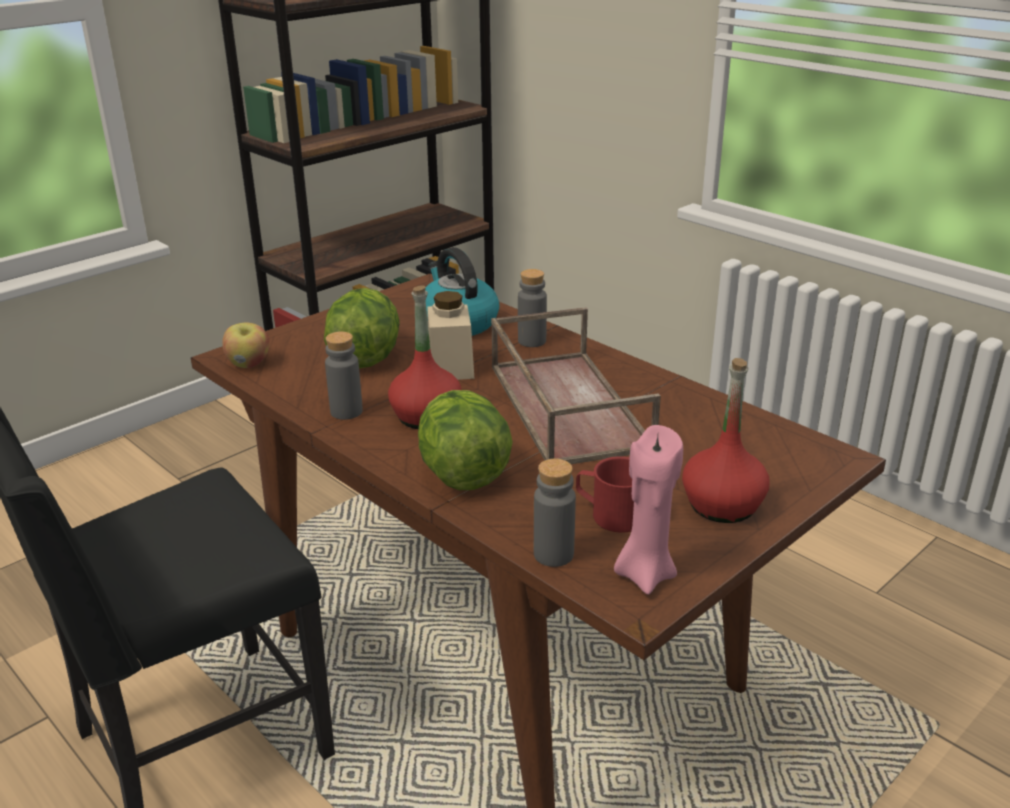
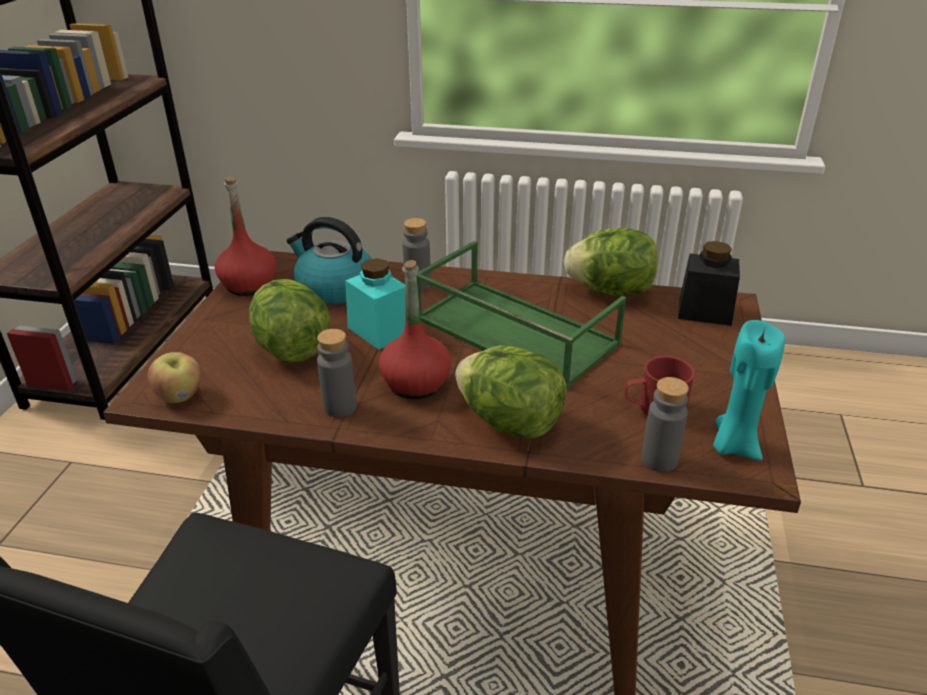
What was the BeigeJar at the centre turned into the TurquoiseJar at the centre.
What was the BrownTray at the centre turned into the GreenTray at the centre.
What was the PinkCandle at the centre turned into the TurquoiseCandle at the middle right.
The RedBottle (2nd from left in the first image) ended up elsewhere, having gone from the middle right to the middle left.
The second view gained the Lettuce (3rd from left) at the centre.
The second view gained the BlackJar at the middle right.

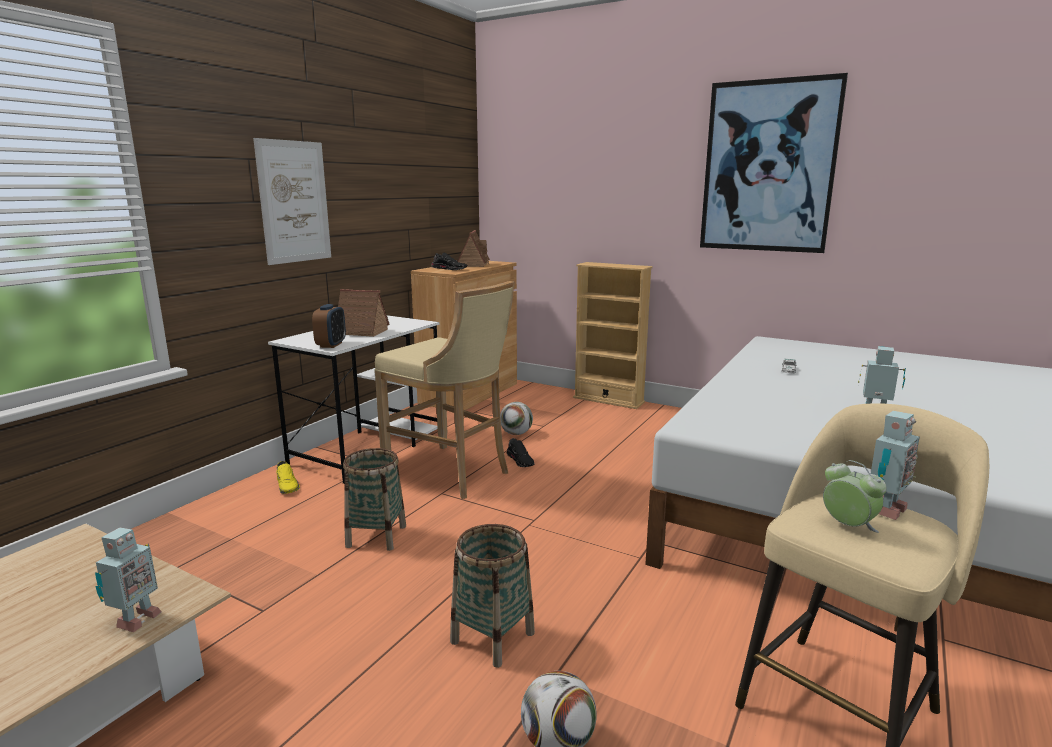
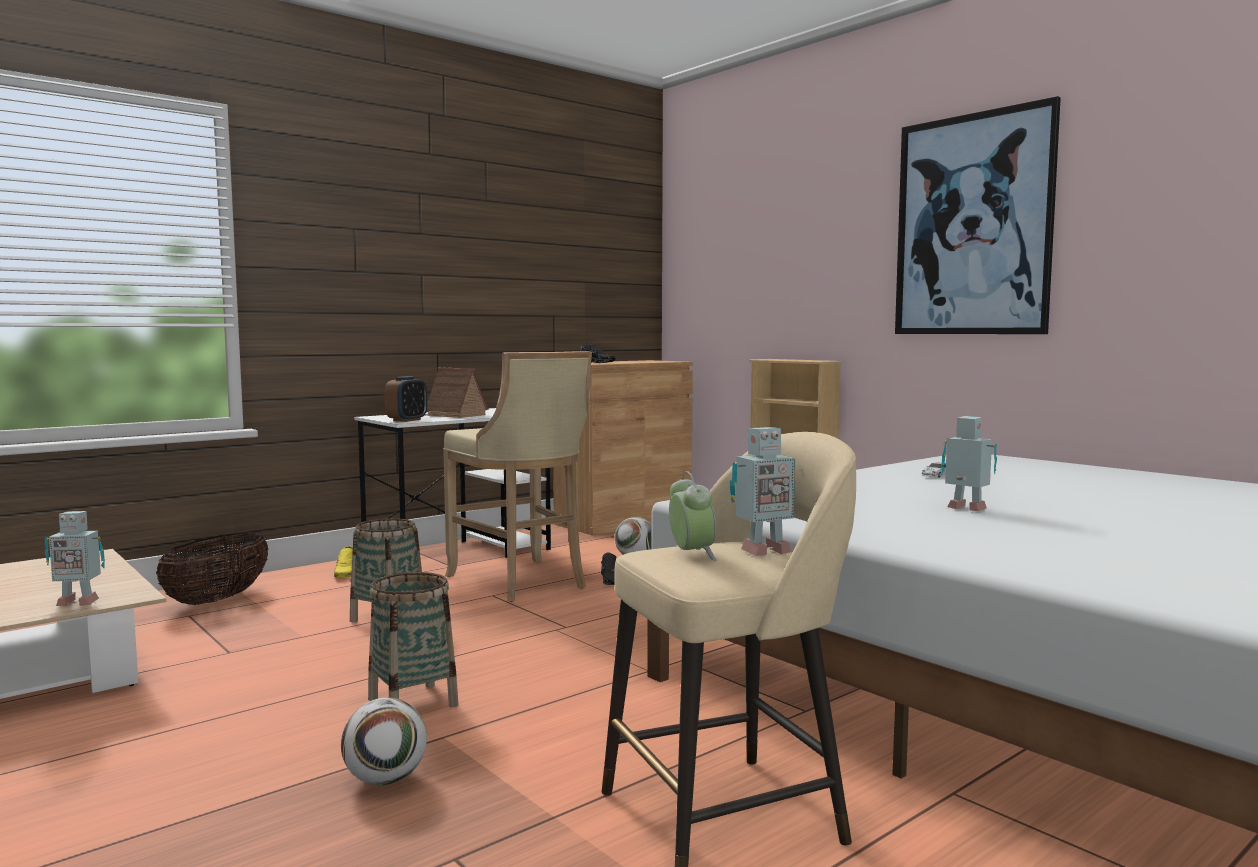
The ToyRobot (1st from left) at the bottom left ended up facing another way, 45 degrees clockwise from before.
The second view lost the Picture (1st from left) at the top left.
The second view lost the ToyHouse (2nd from left) at the top centre.
The second view gained the Basket (1st from left) at the middle left.

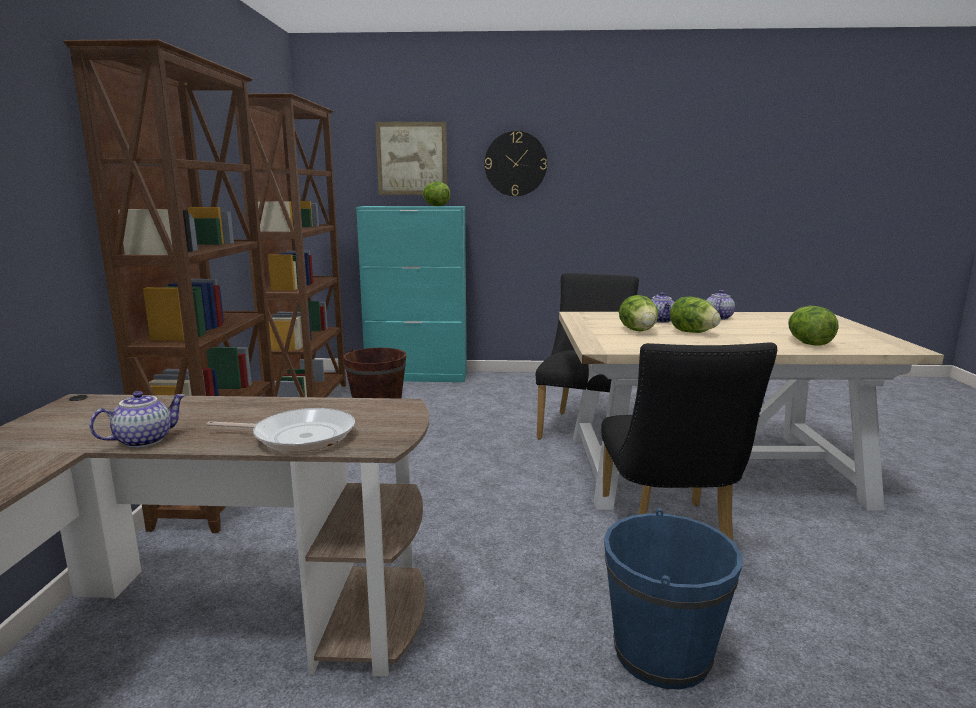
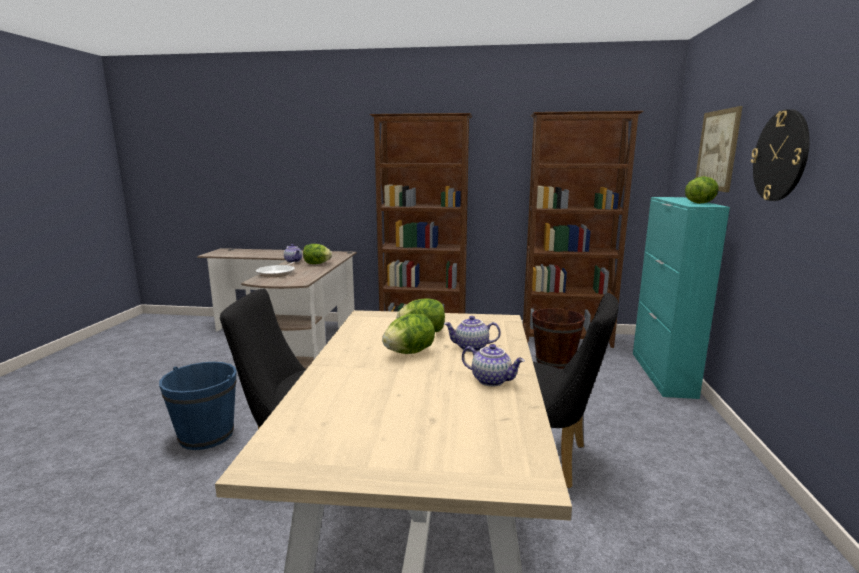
The Lettuce (4th from left in the first image) ended up elsewhere, having gone from the middle right to the centre.

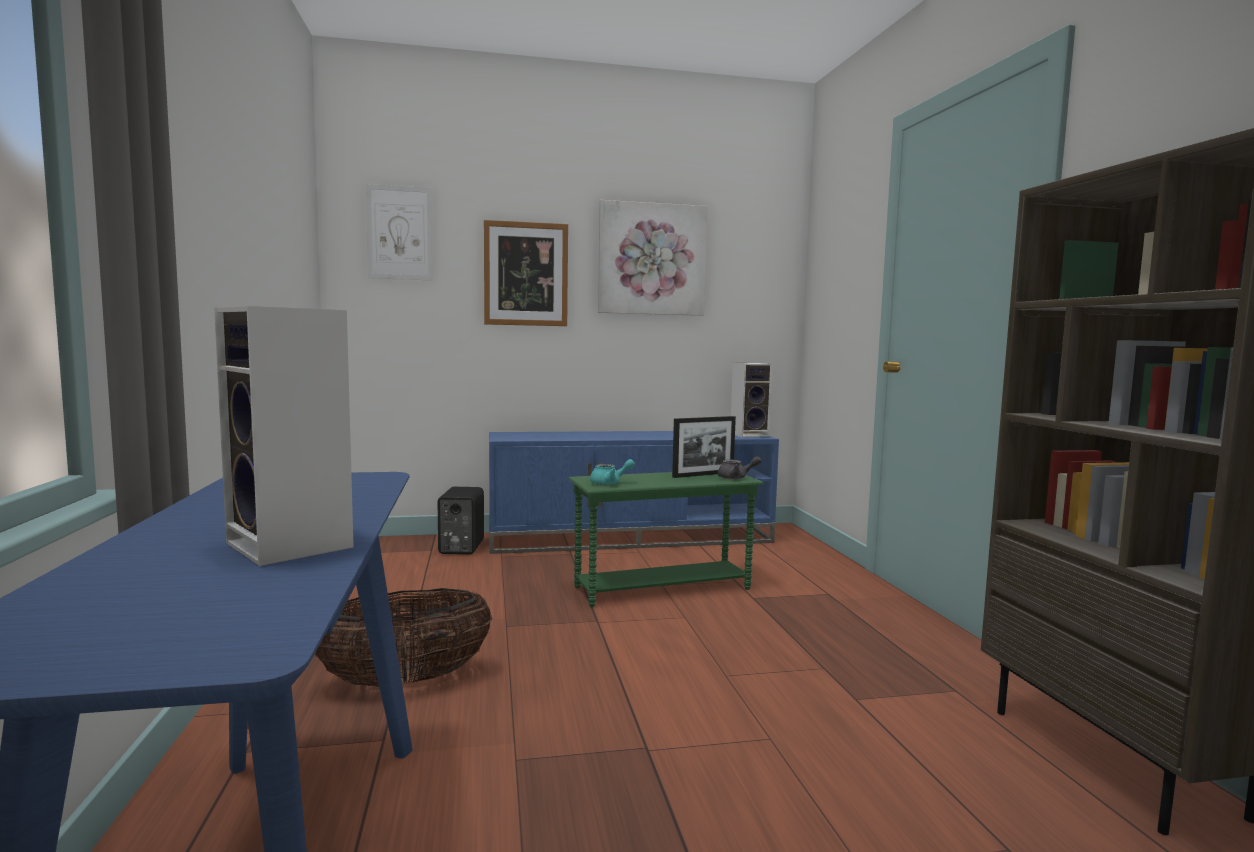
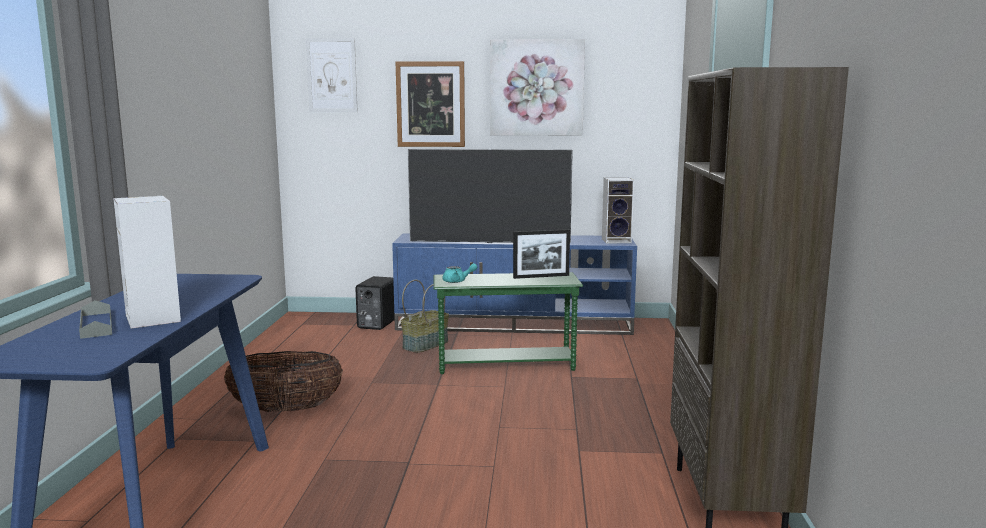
The second view lost the GreyTeapot at the centre.
The second view gained the GreyTray at the middle left.
The second view gained the Basket (2nd from left) at the centre.
The second view gained the Television at the centre.

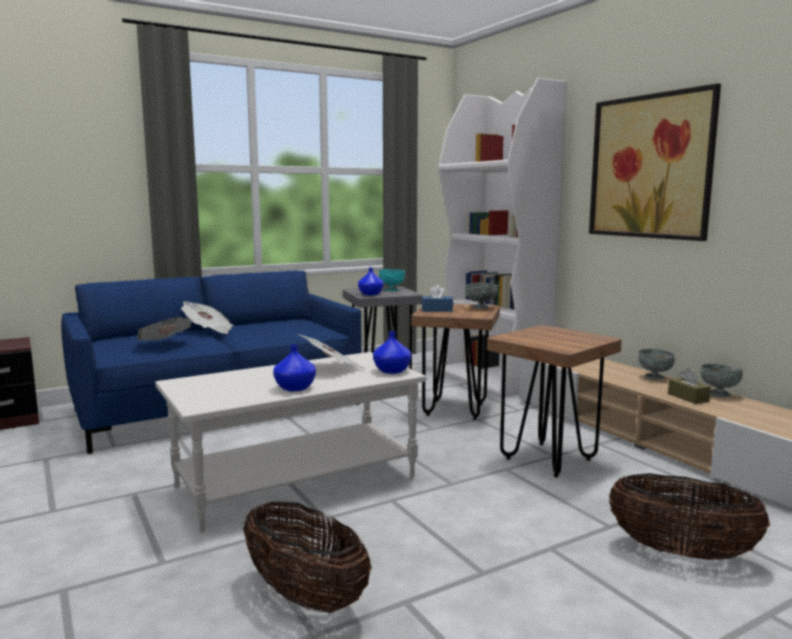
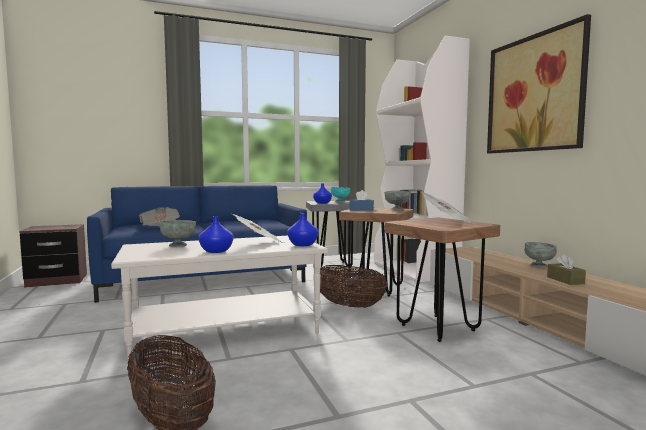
The Newspaper (2nd from left in the first image) ended up elsewhere, having gone from the middle left to the middle right.
The Basket (2nd from left) ended up elsewhere, having gone from the bottom right to the centre.
The GreyBowl (3rd from left in the first image) ended up elsewhere, having gone from the middle right to the middle left.

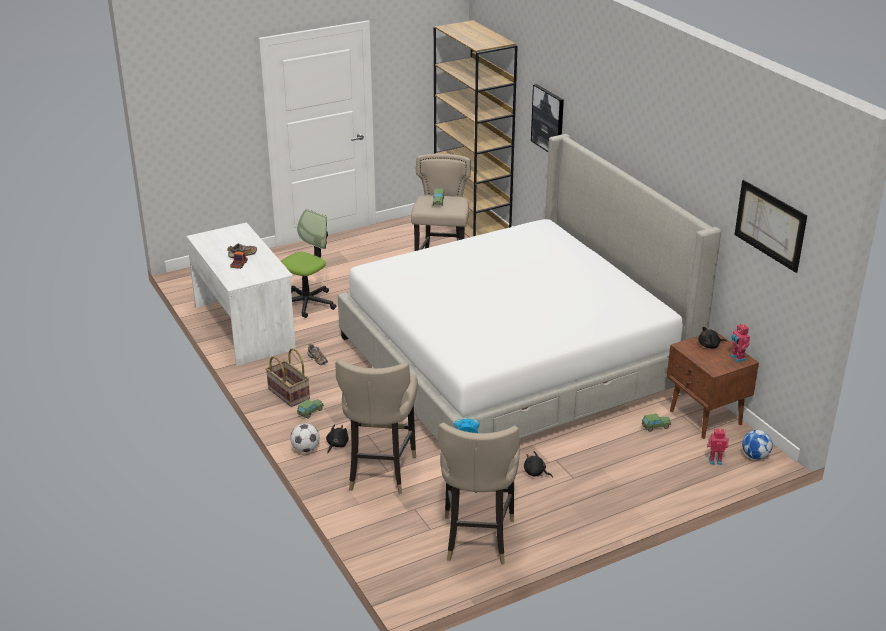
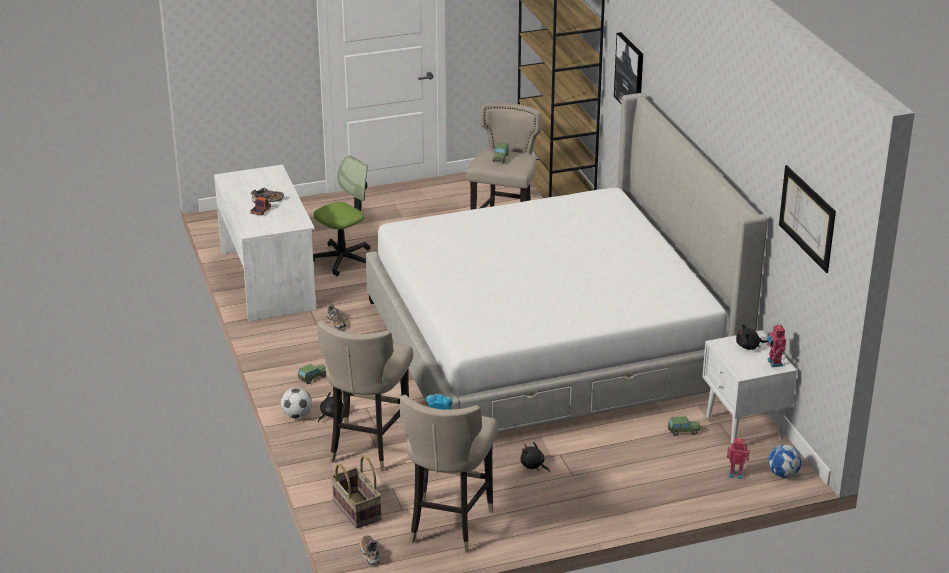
The Basket ended up elsewhere, having gone from the middle left to the bottom centre.
What was the BrownNightstand at the middle right turned into the WhiteNightstand at the bottom right.
The second view gained the Shoe (3rd from left) at the bottom centre.

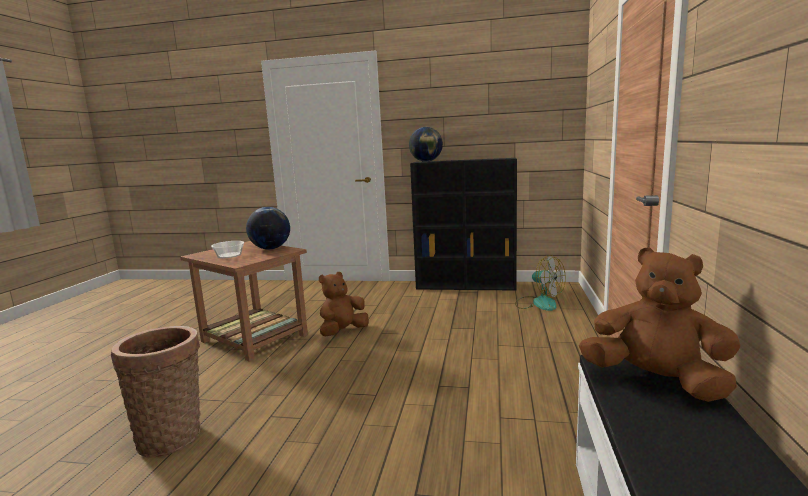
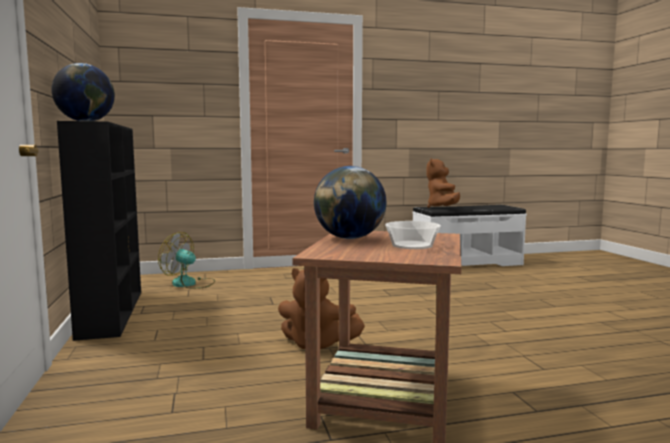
The second view lost the Basket at the bottom left.
The Fan at the middle right ended up facing another way, 90 degrees counterclockwise from before.

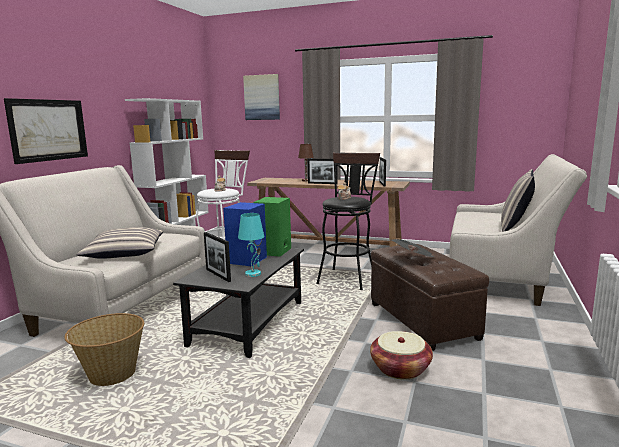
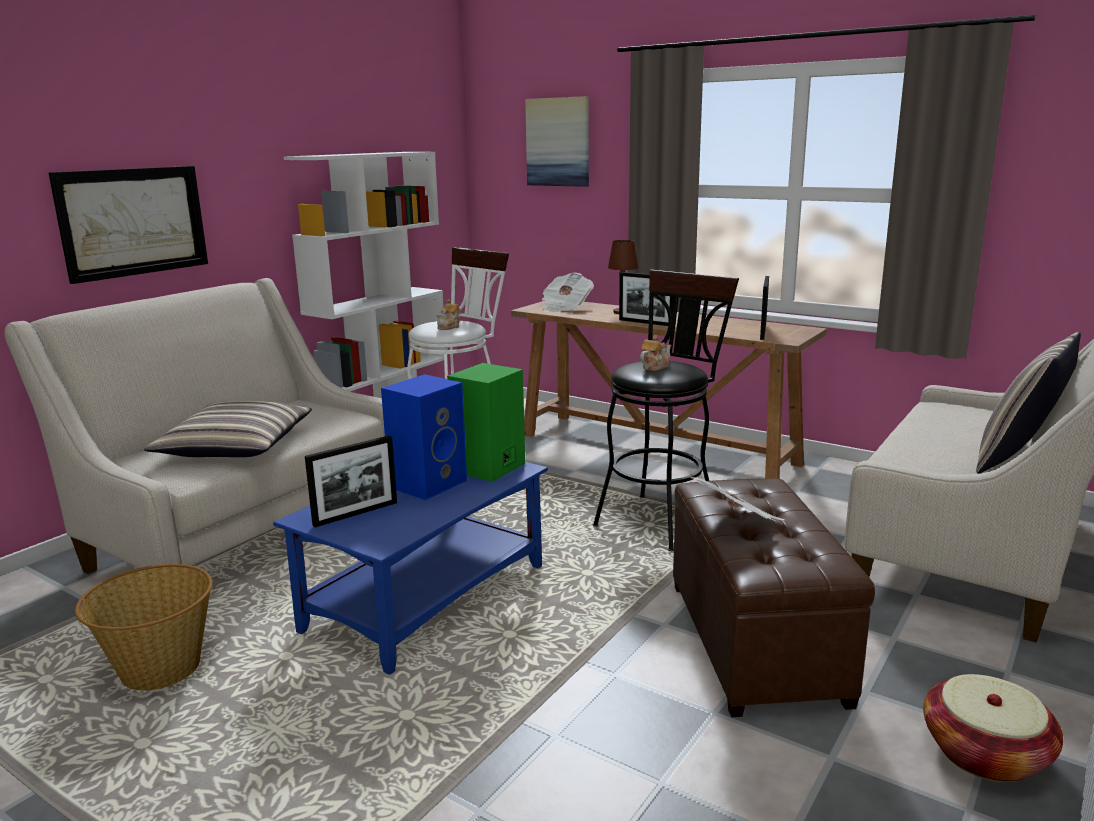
What was the BlackCoffeeTable at the bottom centre turned into the BlueCoffeeTable at the bottom centre.
The PictureFrame (1st from left) at the centre ended up facing another way, 105 degrees counterclockwise from before.
The second view lost the TurquoiseTableLamp at the centre.
The Basket (2nd from left) ended up elsewhere, having gone from the bottom centre to the bottom right.
The second view gained the Newspaper (1st from left) at the centre.

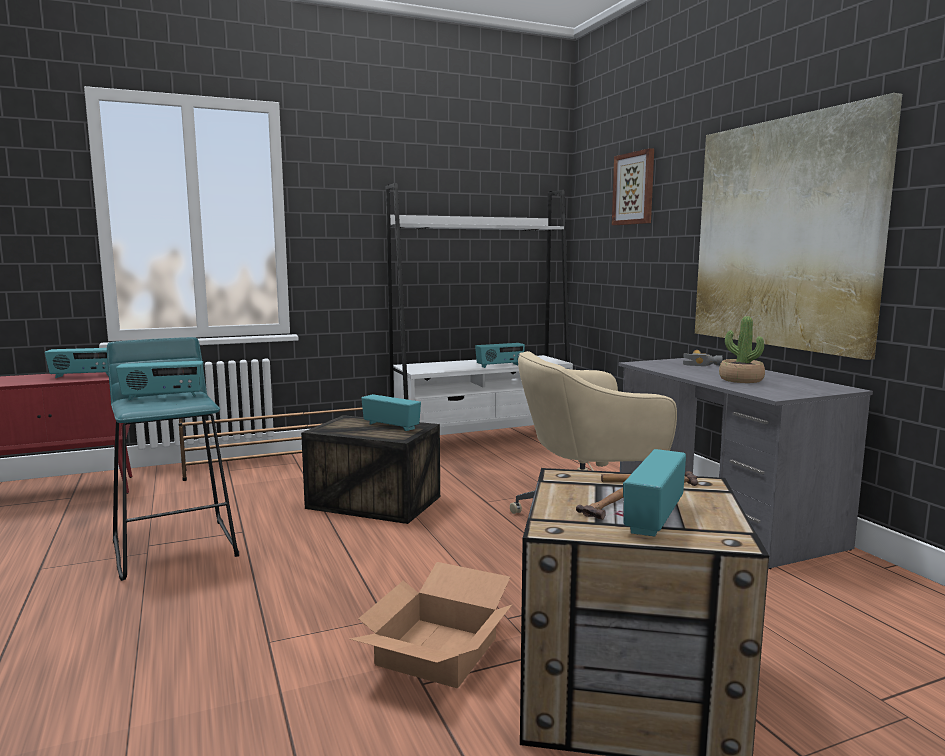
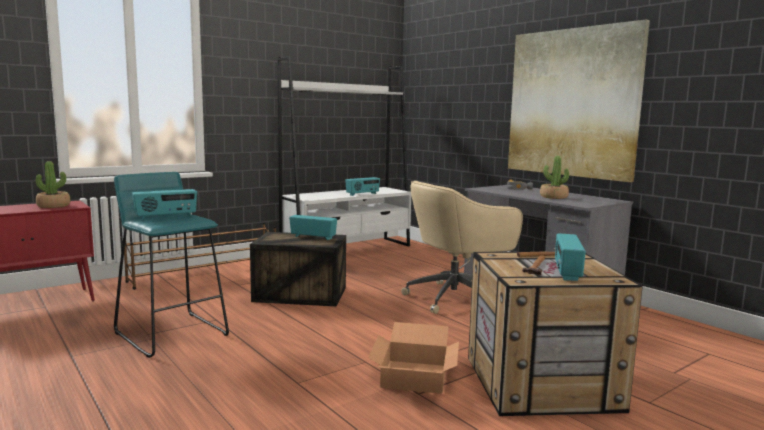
Where the Radio (1st from left) stood at the middle left, the PottedPlant (1st from left) came to stand at the middle left.
The second view lost the Picture (1st from left) at the top right.

